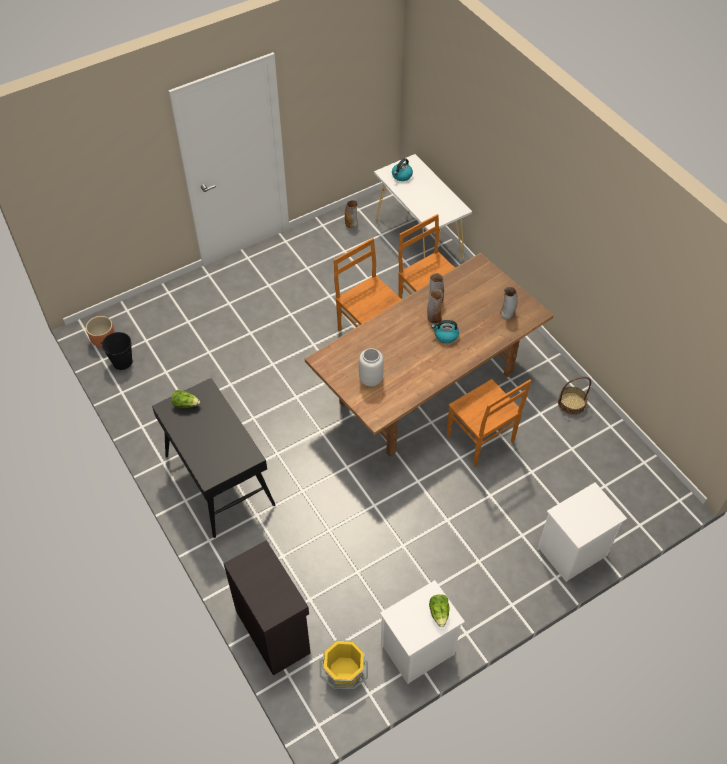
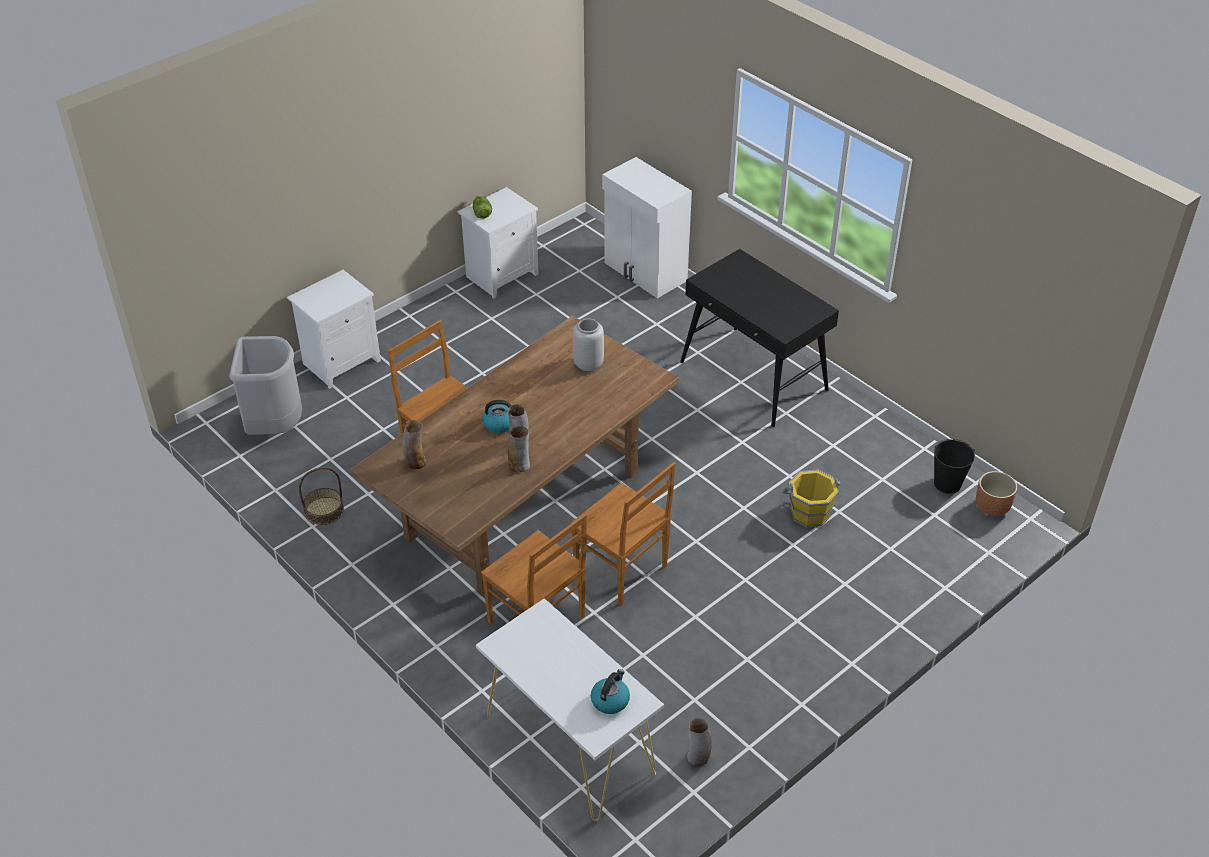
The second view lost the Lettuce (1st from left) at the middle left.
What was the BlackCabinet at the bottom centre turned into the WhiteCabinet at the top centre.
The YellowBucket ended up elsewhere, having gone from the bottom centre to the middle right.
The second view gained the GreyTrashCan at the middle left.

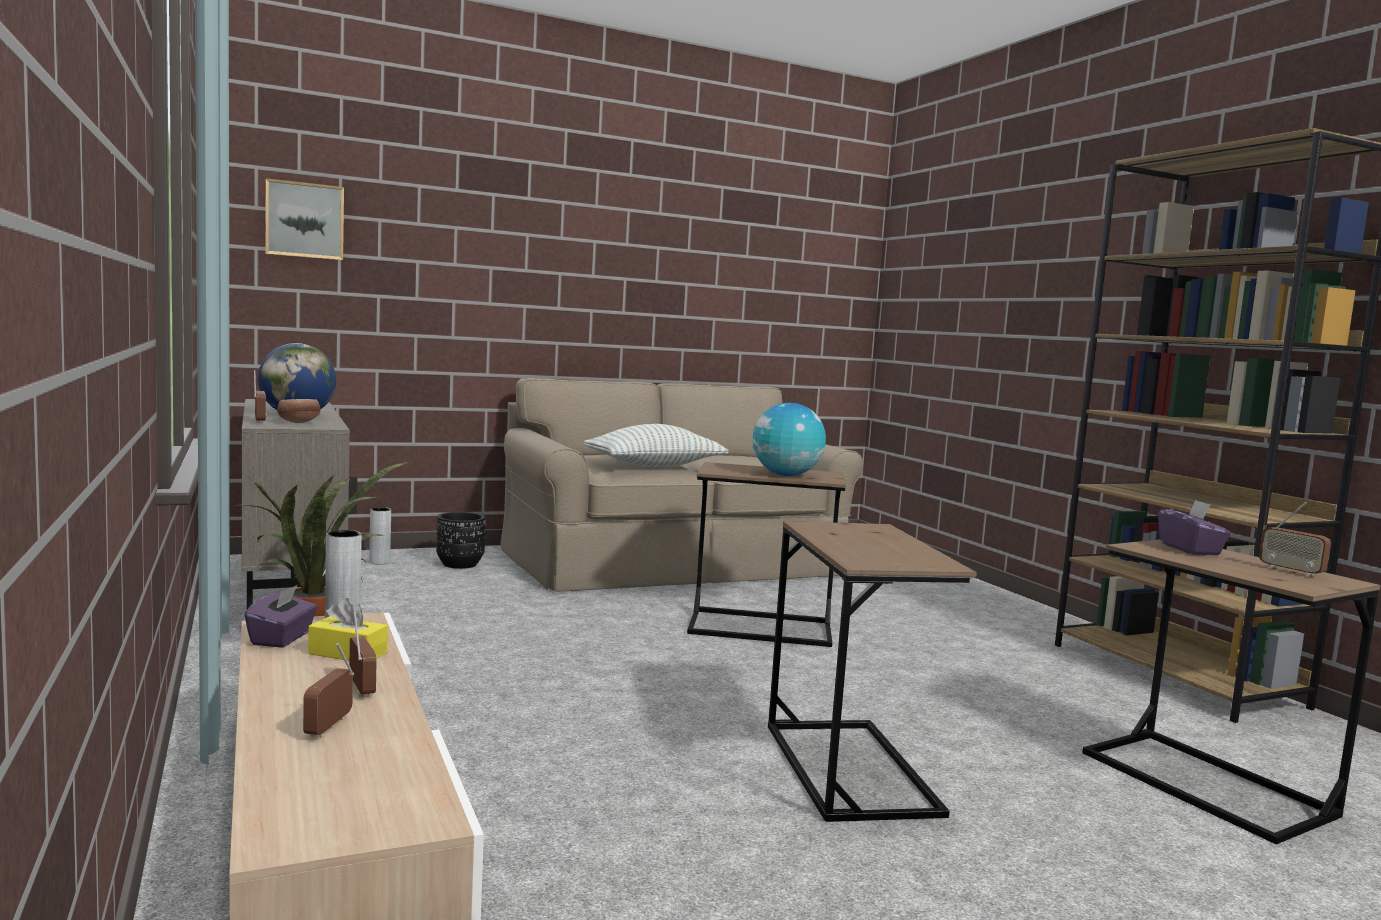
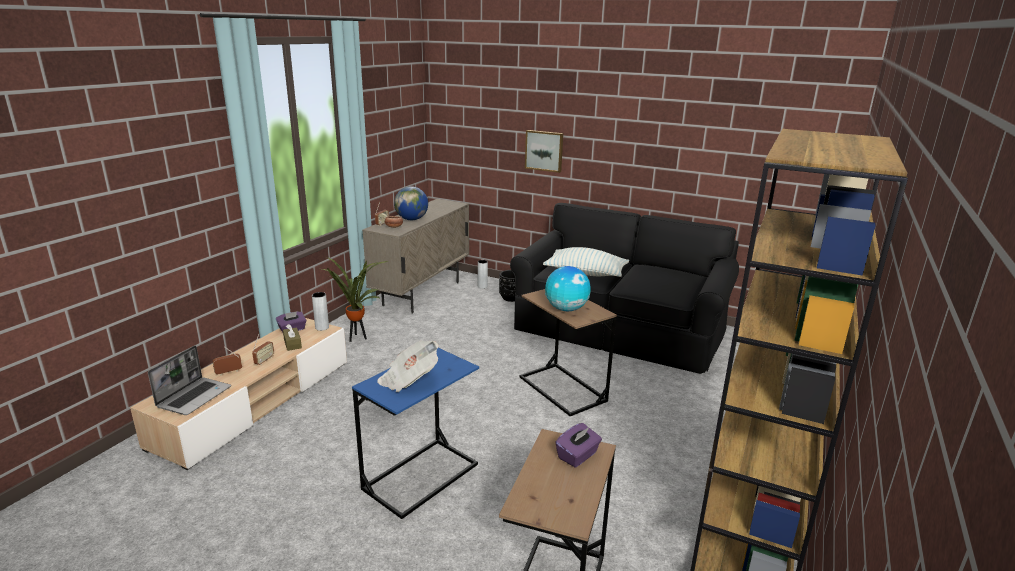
The Picture ended up elsewhere, having gone from the top left to the top centre.
What was the YellowTissueBox at the bottom left turned into the BrownTissueBox at the middle left.
What was the BeigeSofa at the centre turned into the BlackSofa at the centre.
What was the BrownSideTable (2nd from left) at the bottom centre turned into the BlueSideTable at the bottom centre.
The second view lost the Radio (4th from left) at the middle right.
The second view gained the Laptop at the middle left.
The second view gained the Newspaper at the centre.

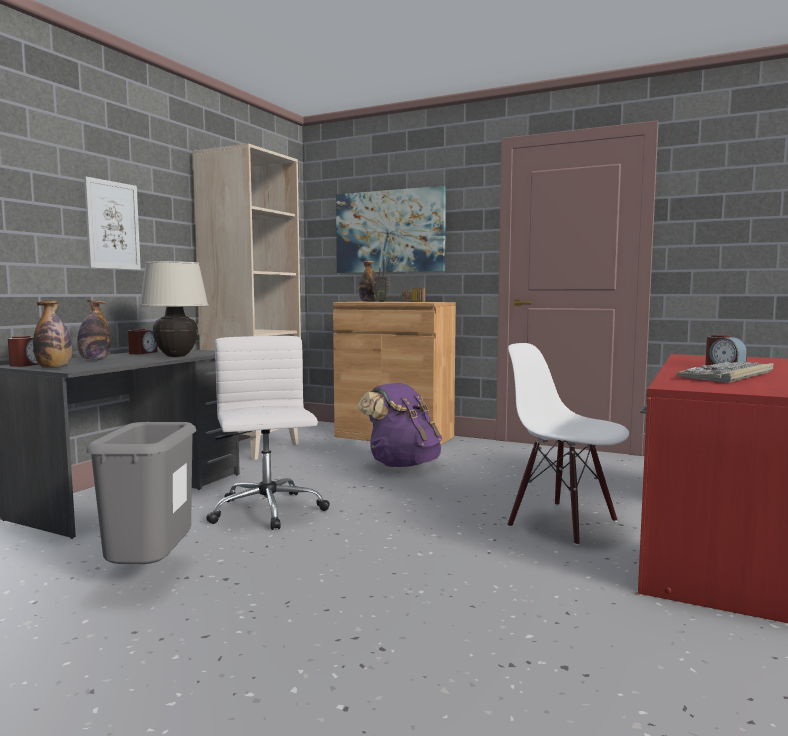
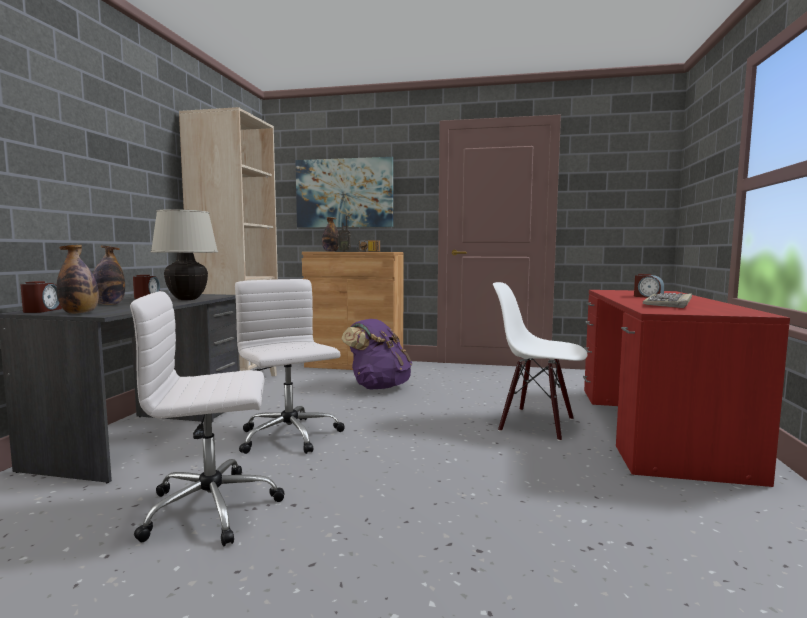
The second view lost the Picture (1st from left) at the top left.
Where the GreyTrashCan stood at the bottom left, the WhiteOfficeChair (1st from left) came to stand at the bottom left.

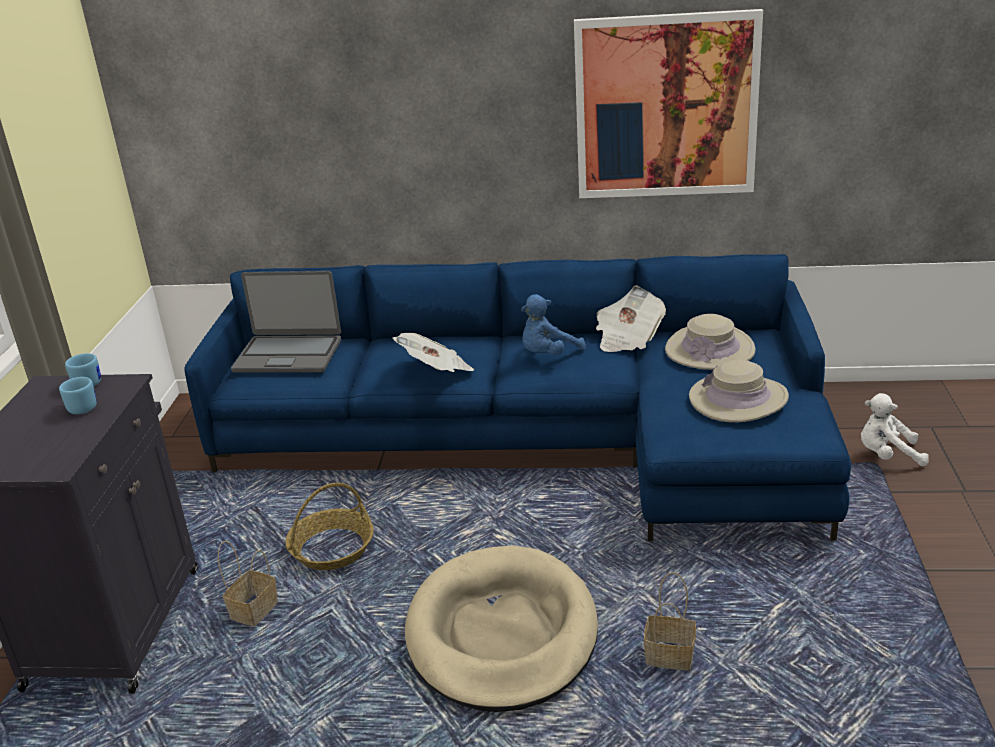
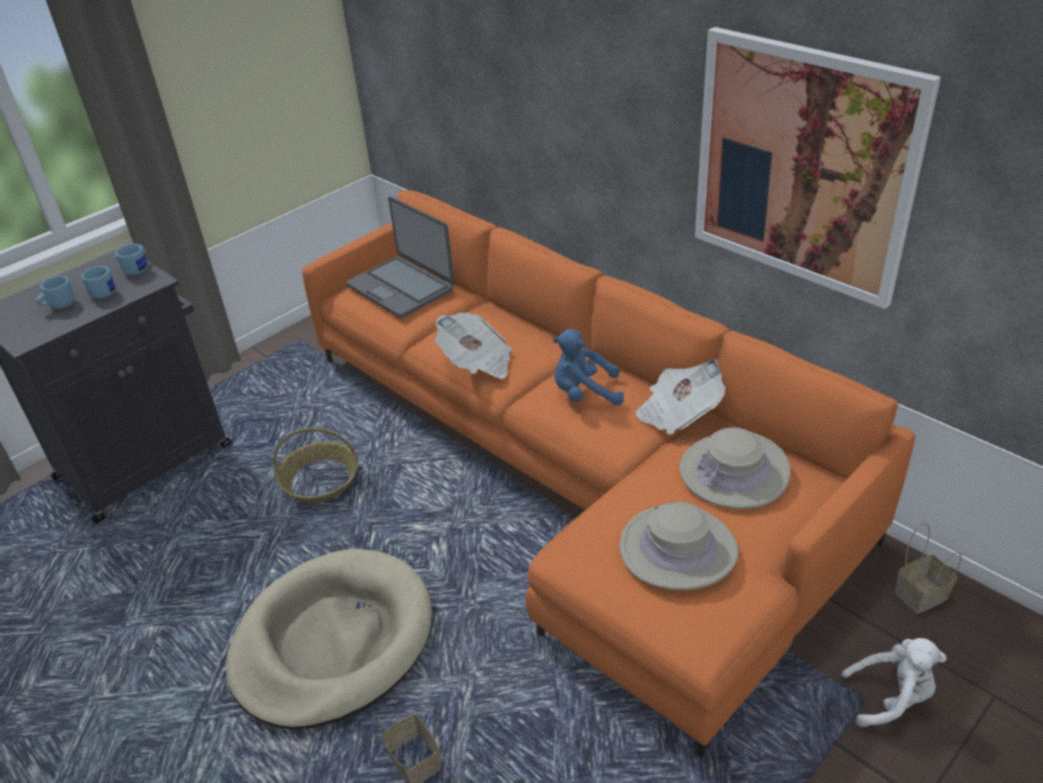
What was the BlueSofa at the centre turned into the OrangeSofa at the centre.
The Basket (1st from left in the first image) ended up elsewhere, having gone from the bottom left to the bottom right.
The WhitePlushToy at the middle right ended up facing another way, 135 degrees clockwise from before.
The second view gained the BlueMug (1st from left) at the middle left.

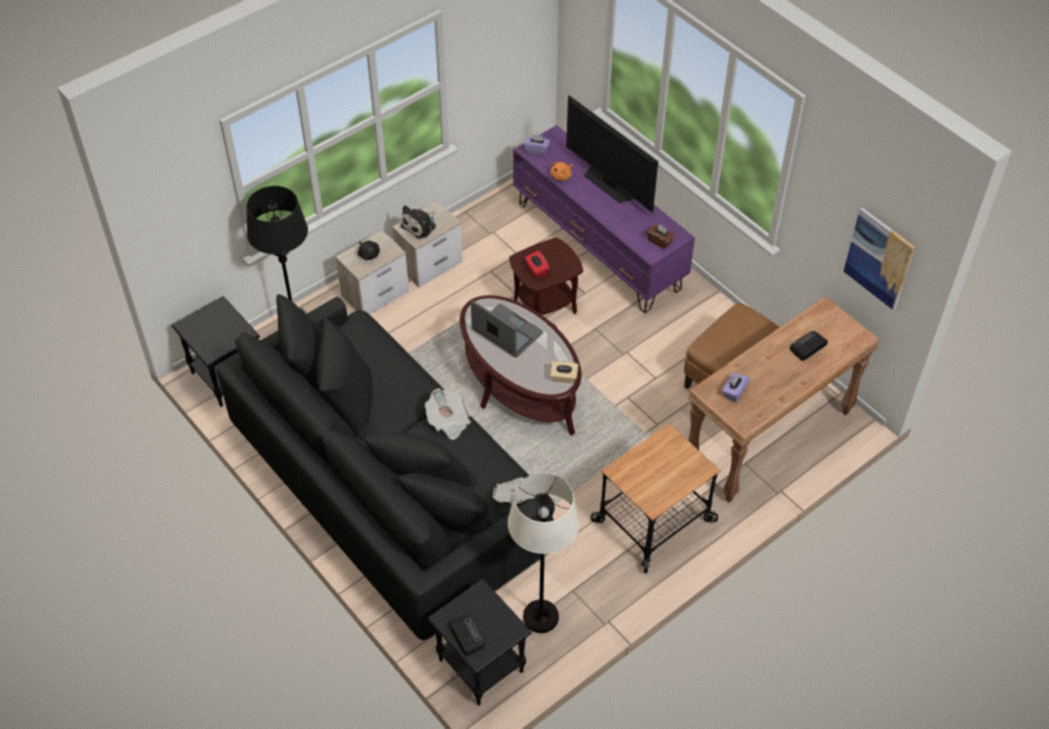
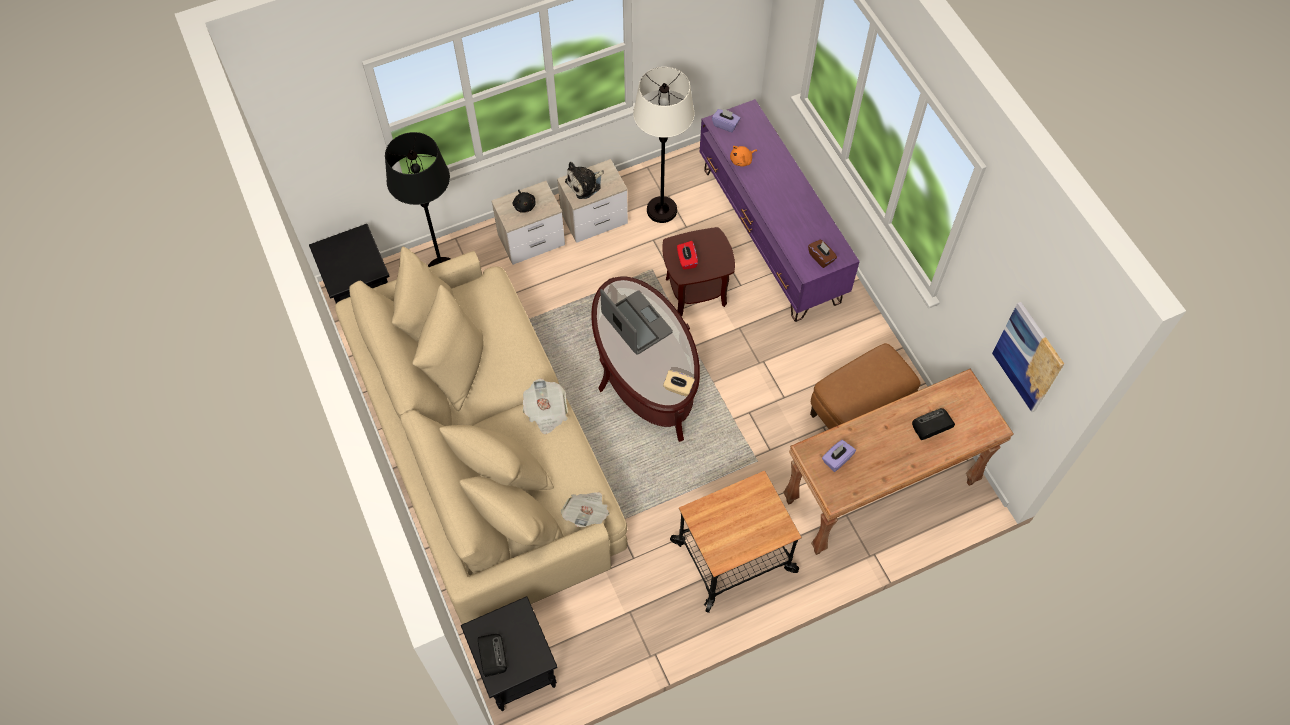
What was the BlackSofa at the centre turned into the BeigeSofa at the centre.
The WhiteFloorLamp ended up elsewhere, having gone from the bottom centre to the top centre.
The second view lost the Television at the top centre.

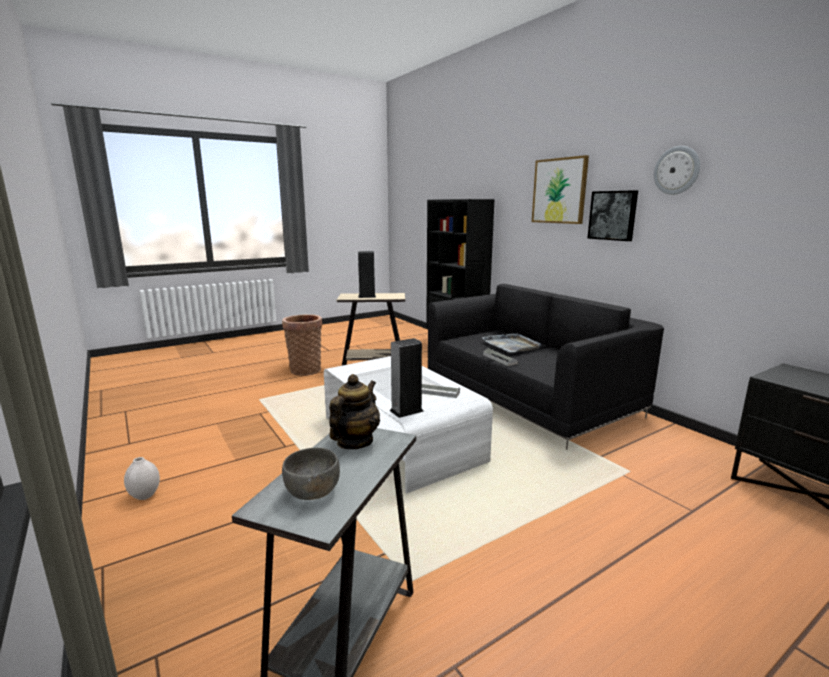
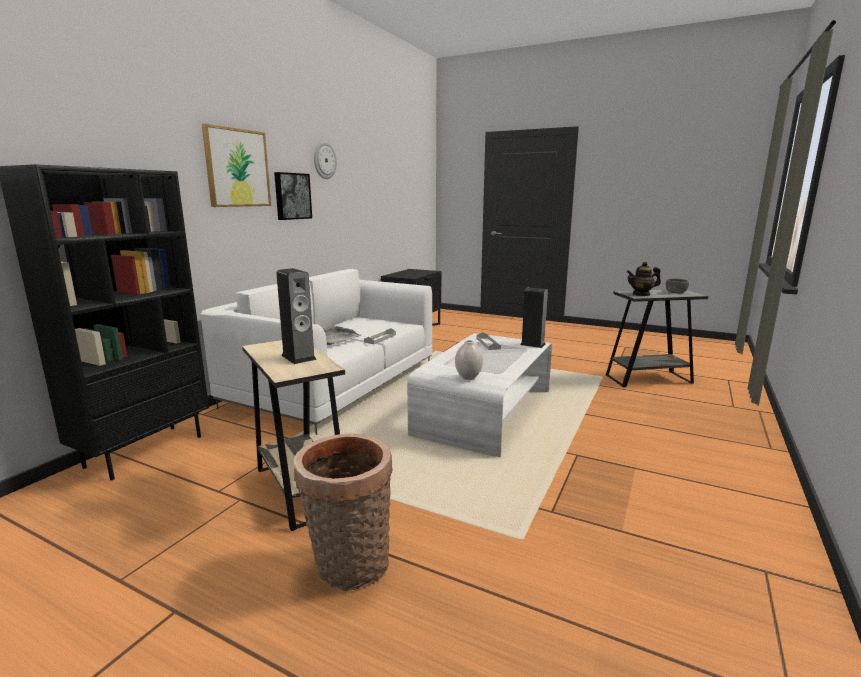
The WhiteVase ended up elsewhere, having gone from the bottom left to the centre.
What was the BlackSofa at the centre turned into the WhiteSofa at the centre.

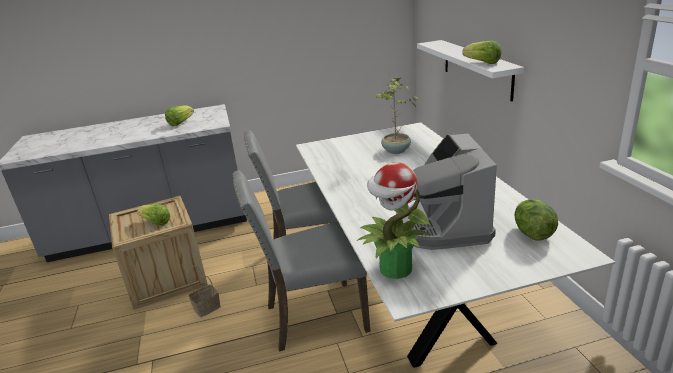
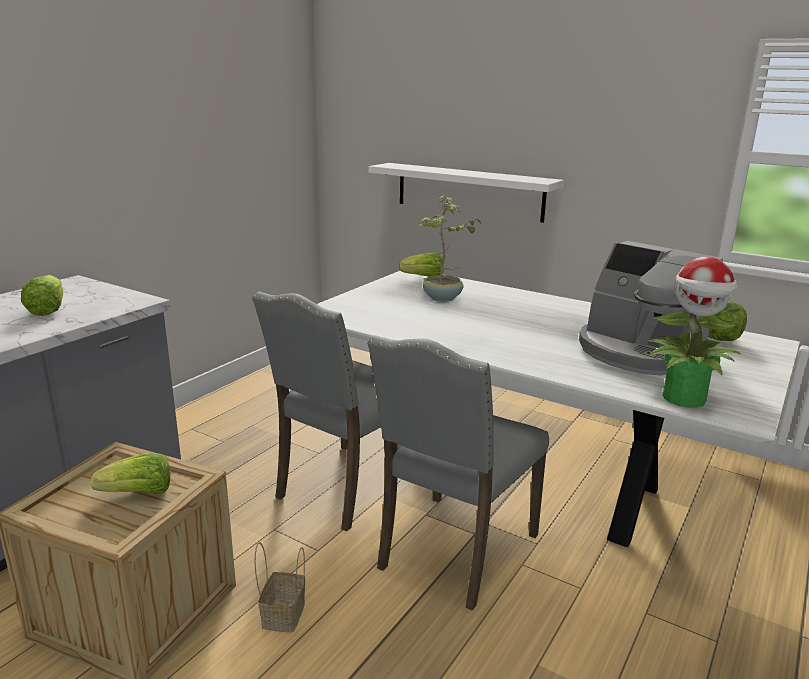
The Lettuce (3rd from left) ended up elsewhere, having gone from the top right to the centre.

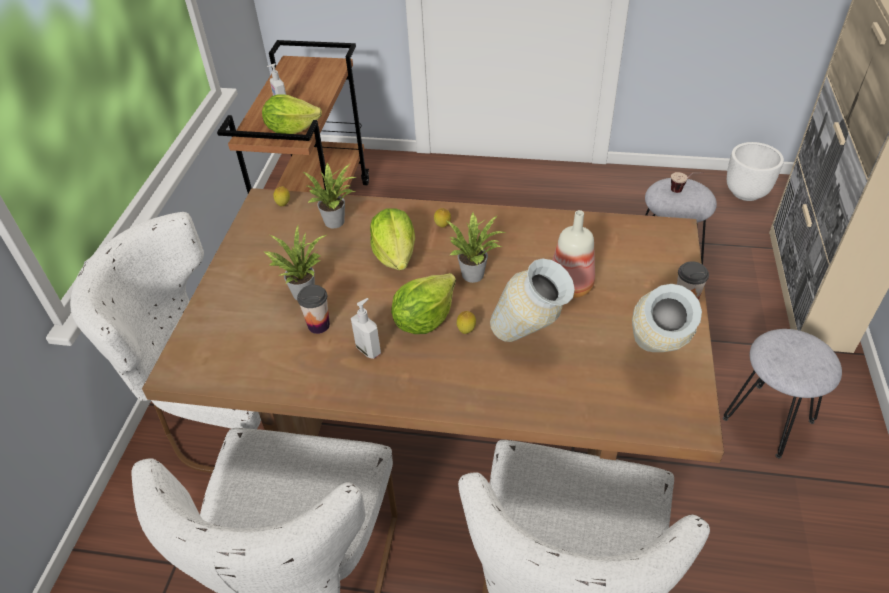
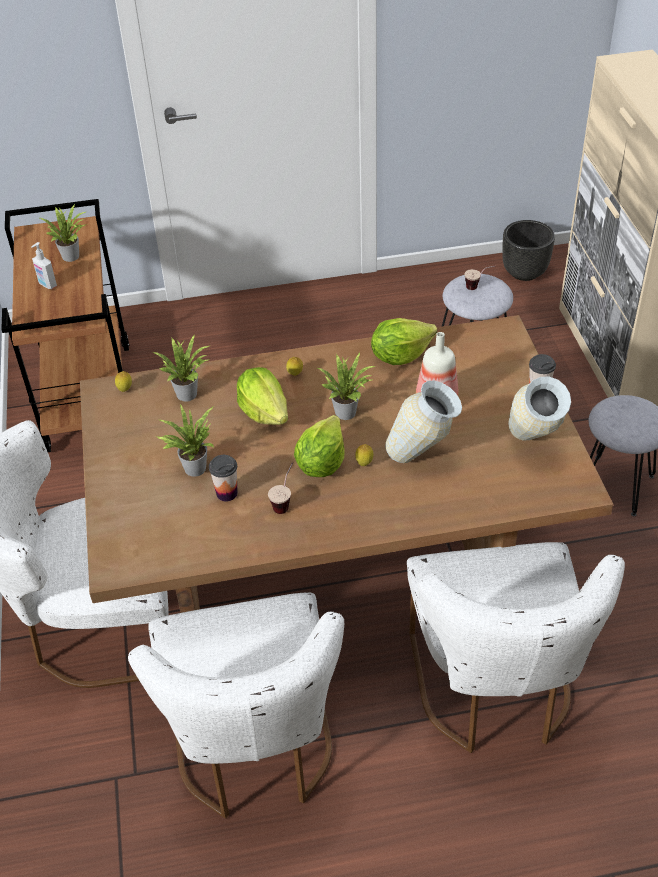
The Lettuce (1st from left in the first image) ended up elsewhere, having gone from the top left to the centre.
Where the SoapDispenser (2nd from left) stood at the centre, the Cup (2nd from left) came to stand at the centre.
What was the WhitePlanter at the top right turned into the BlackPlanter at the top right.
The second view gained the PottedPlant (1st from left) at the top left.

